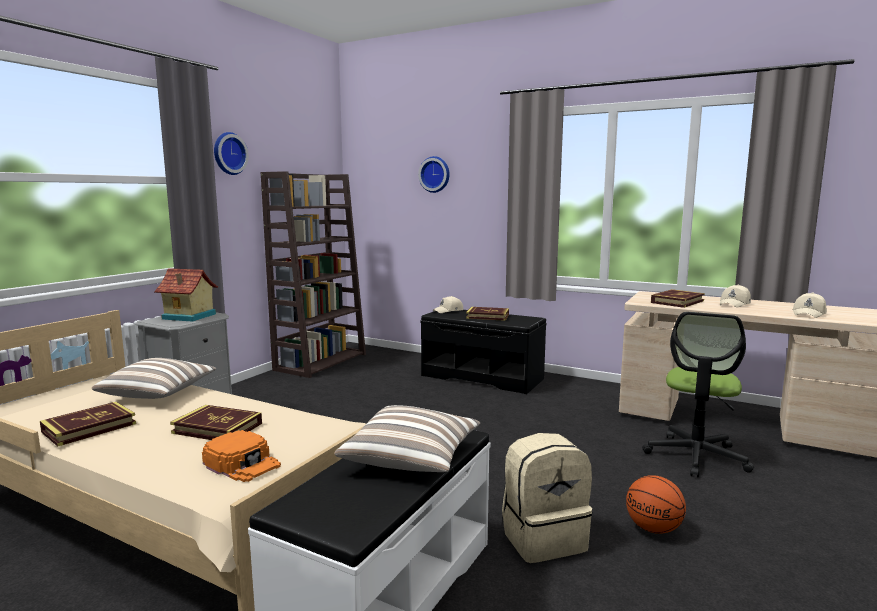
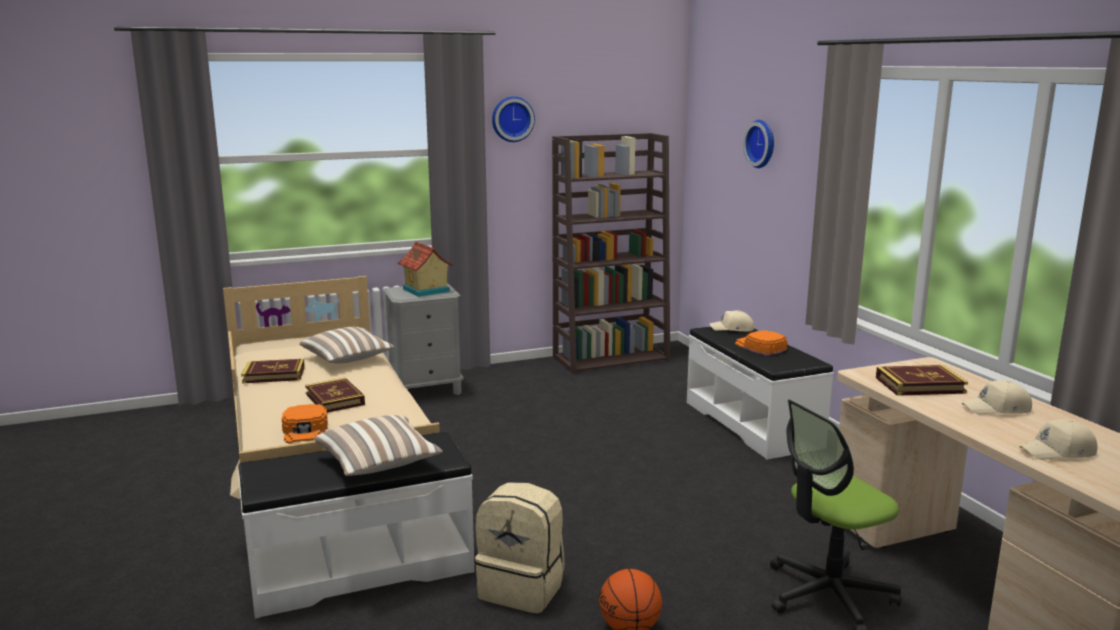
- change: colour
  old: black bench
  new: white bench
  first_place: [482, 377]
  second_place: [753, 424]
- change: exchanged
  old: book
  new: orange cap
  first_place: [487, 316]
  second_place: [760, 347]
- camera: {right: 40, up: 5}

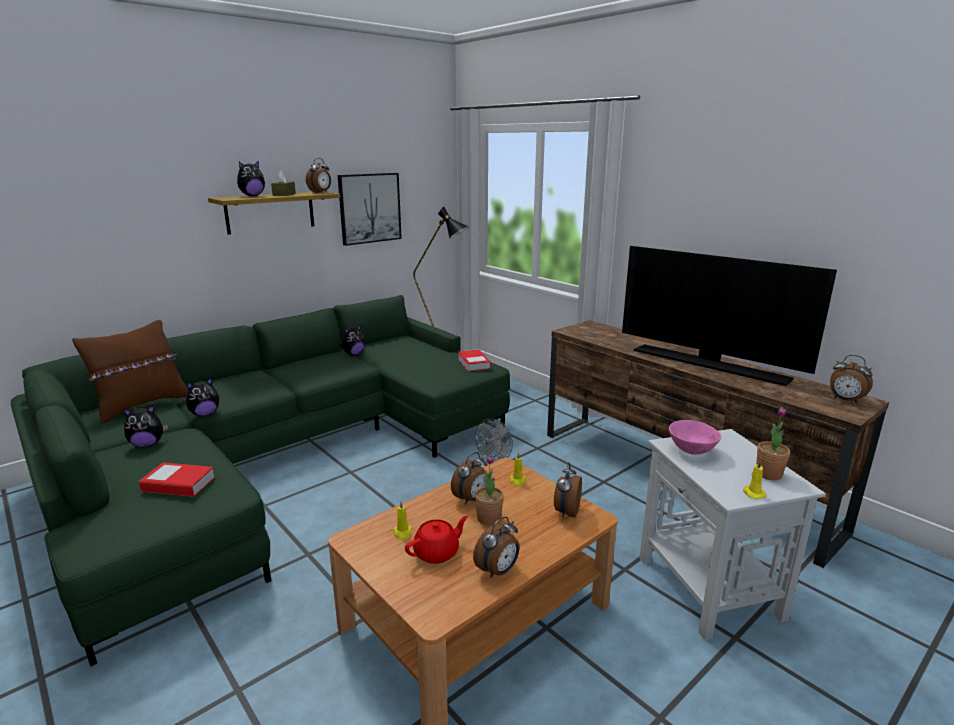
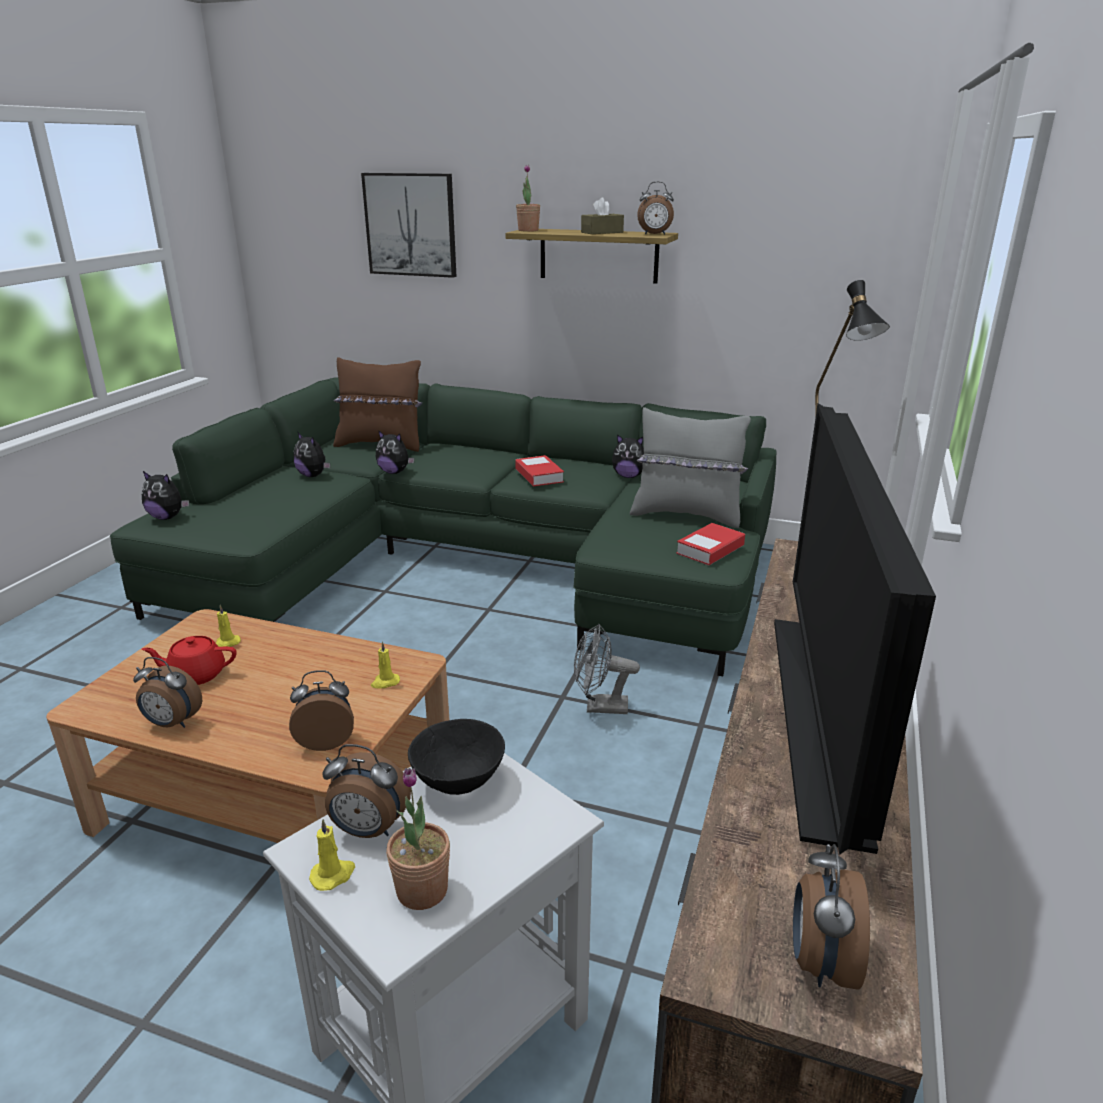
- change: relocated
  old: plush toy
  first_place: [252, 196]
  second_place: [167, 517]
- change: spun
  old: red teapot
  first_place: [437, 552]
  second_place: [196, 675]
  degrees: 150
- change: relocated
  old: alarm clock
  first_place: [471, 499]
  second_place: [368, 830]
- change: relocated
  old: picture
  first_place: [369, 208]
  second_place: [411, 225]
- change: colour
  old: pink bowl
  new: black bowl
  first_place: [691, 451]
  second_place: [458, 781]
- change: relocated
  old: book
  first_place: [178, 484]
  second_place: [539, 475]
- change: relocated
  old: potted plant
  first_place: [489, 518]
  second_place: [528, 230]
- change: appeared
  new: grey pillow
  second_place: [686, 515]
- camera: {right: 60, up: 5}

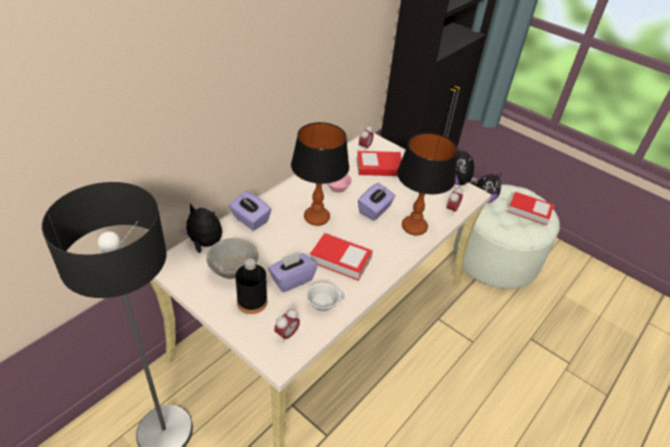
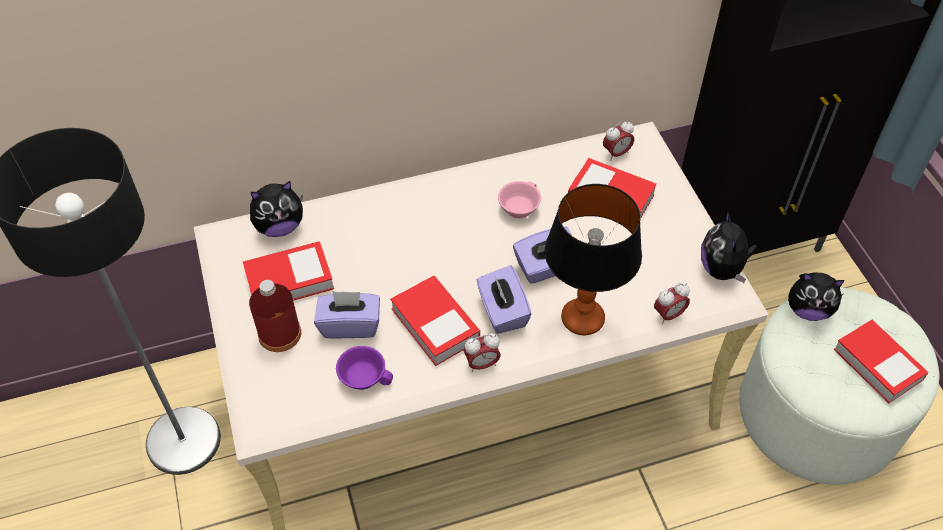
- change: exchanged
  old: grey bowl
  new: book
  first_place: [234, 270]
  second_place: [289, 280]
- change: colour
  old: black bottle
  new: red bottle
  first_place: [252, 302]
  second_place: [280, 334]
- change: spun
  old: plush toy
  first_place: [204, 244]
  second_place: [279, 227]
  degrees: 105
- change: colour
  old: white cup
  new: purple cup
  first_place: [323, 303]
  second_place: [364, 376]
- change: relocated
  old: alarm clock
  first_place: [287, 334]
  second_place: [482, 364]
- change: relocated
  old: purple tissue box
  first_place: [250, 219]
  second_place: [502, 312]
- change: missing
  old: table lamp
  first_place: [316, 218]
- camera: {right: 35, up: 10}

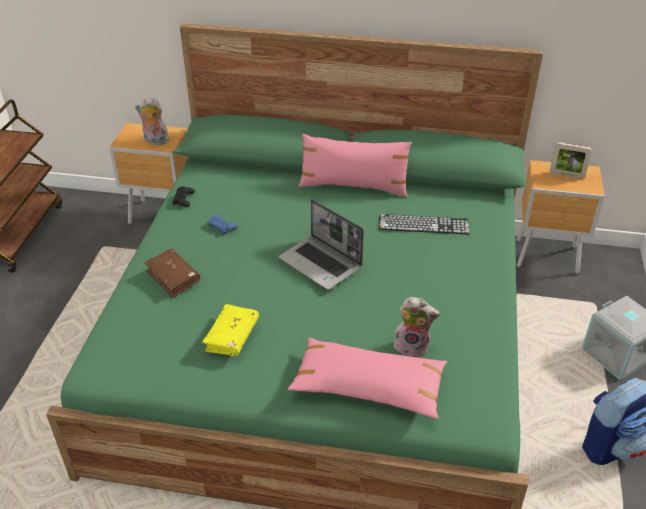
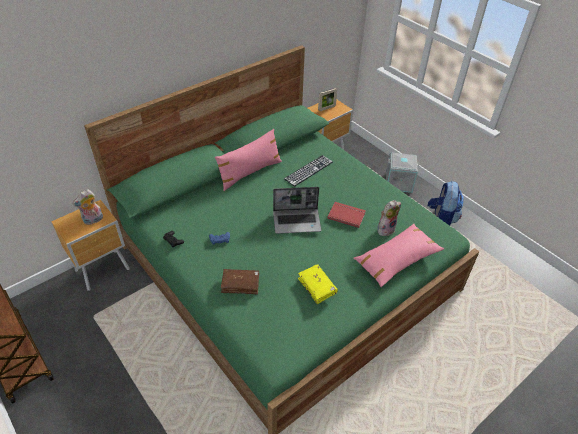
- change: appeared
  new: red book
  second_place: [346, 215]
- camera: {right: -50, up: 5}

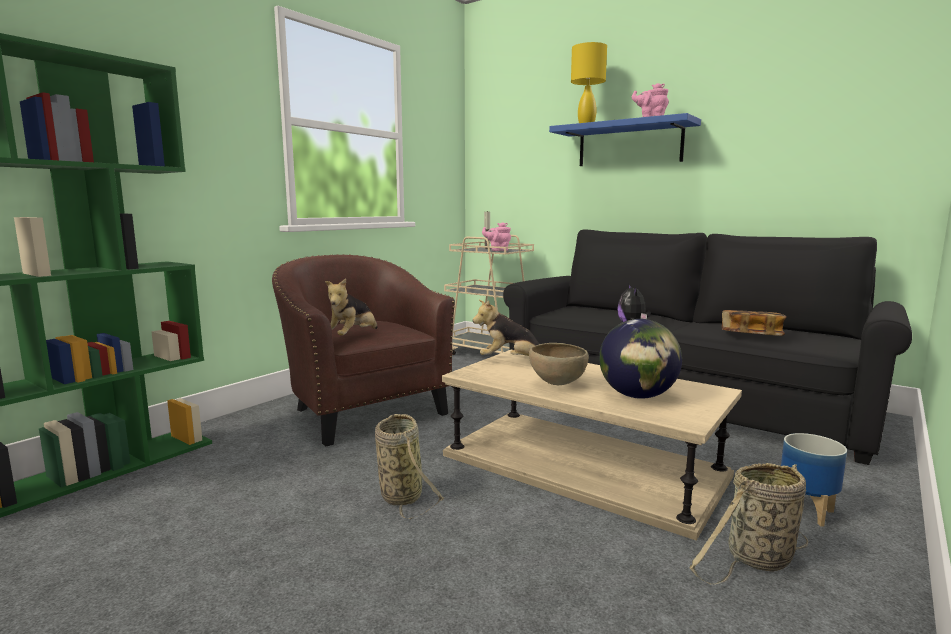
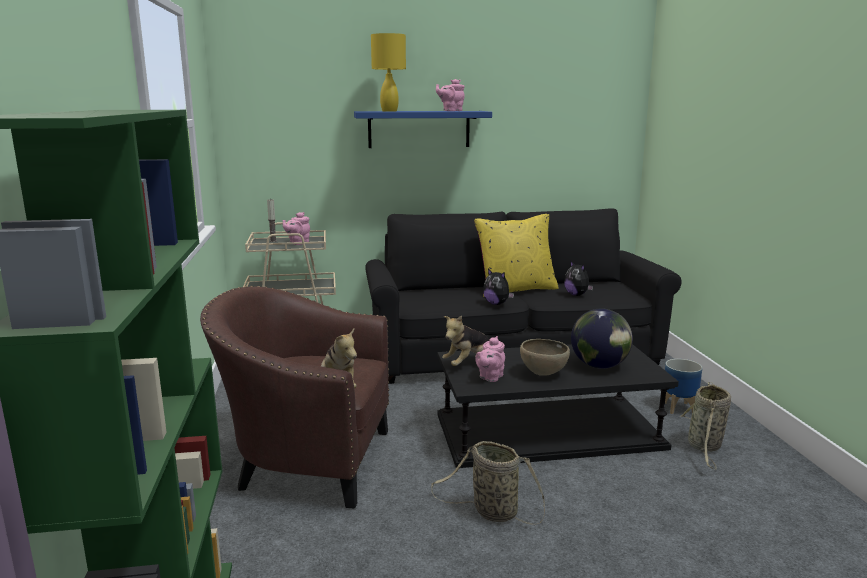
- change: colour
  old: beige coffee table
  new: black coffee table
  first_place: [583, 465]
  second_place: [548, 431]
- change: appeared
  new: yellow pillow
  second_place: [515, 289]
- change: appeared
  new: pink teapot
  second_place: [490, 377]
- change: exchanged
  old: book
  new: plush toy
  first_place: [750, 336]
  second_place: [577, 295]
- camera: {right: -45, up: 5}

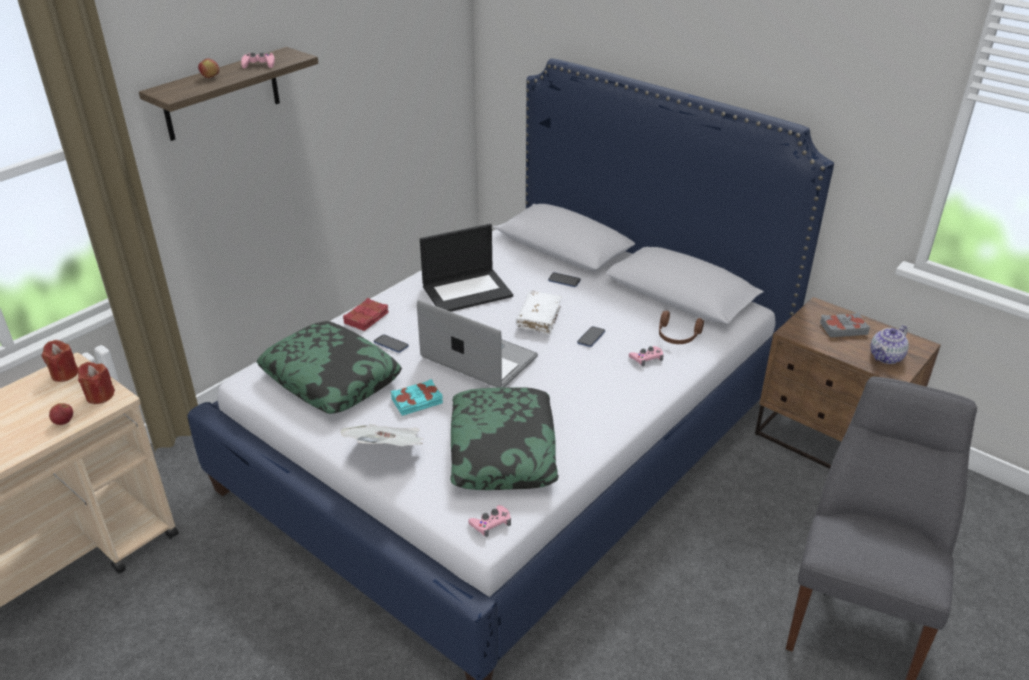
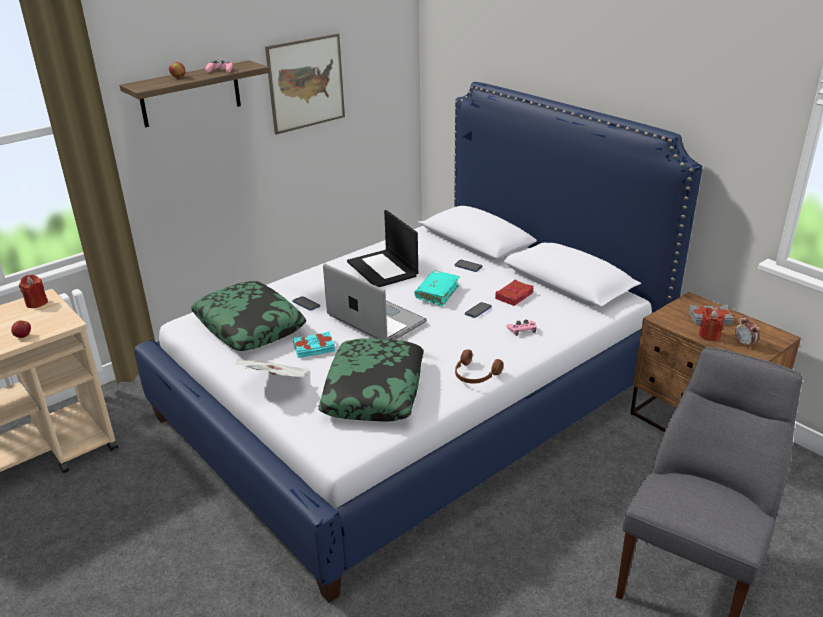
- change: appeared
  new: picture
  second_place: [306, 83]
- change: spun
  old: laptop
  first_place: [467, 290]
  second_place: [383, 269]
  degrees: 75
- change: colour
  old: white book
  new: turquoise book
  first_place: [539, 318]
  second_place: [437, 293]
- change: relocated
  old: brown headphones
  first_place: [677, 336]
  second_place: [475, 375]
- change: relocated
  old: red book
  first_place: [367, 318]
  second_place: [514, 296]
- change: relocated
  old: red candle
  first_place: [100, 395]
  second_place: [709, 335]
- change: exchanged
  old: teapot
  new: alarm clock
  first_place: [886, 357]
  second_place: [744, 344]
- change: missing
  old: pink game controller
  first_place: [491, 524]
- camera: {right: 10, up: -5}

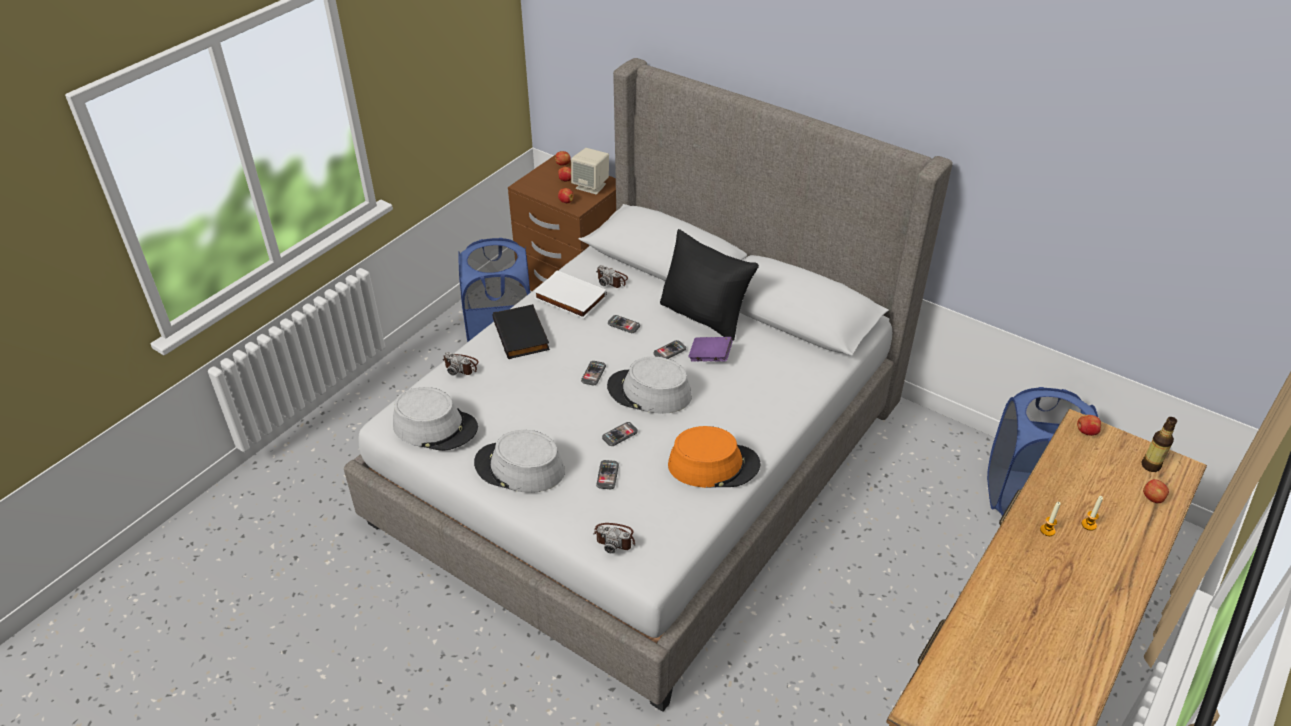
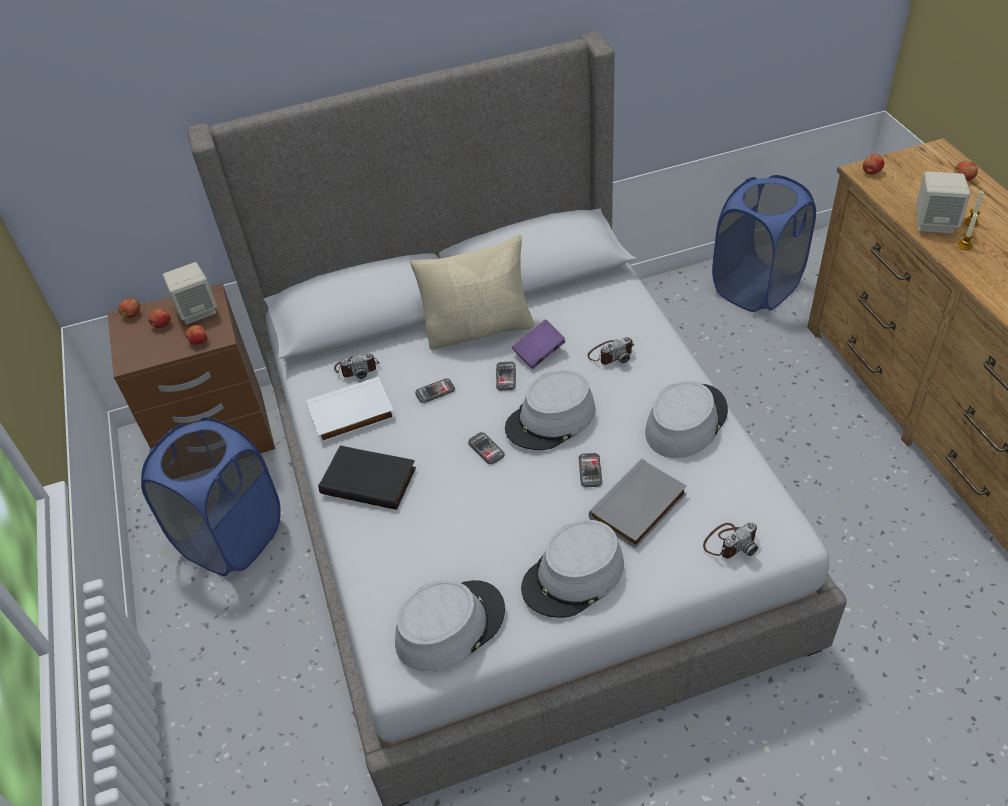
- change: colour
  old: black pillow
  new: beige pillow
  first_place: [704, 316]
  second_place: [479, 329]
- change: relocated
  old: photo camera
  first_place: [461, 366]
  second_place: [611, 354]
- change: exchanged
  old: phone
  new: grey book
  first_place: [607, 475]
  second_place: [639, 508]
- change: colour
  old: orange hat
  new: grey hat
  first_place: [713, 465]
  second_place: [685, 421]
- change: appeared
  new: beige speaker
  second_place: [934, 223]
- change: missing
  old: bottle
  first_place: [1150, 465]
- camera: {right: -50, up: 5}

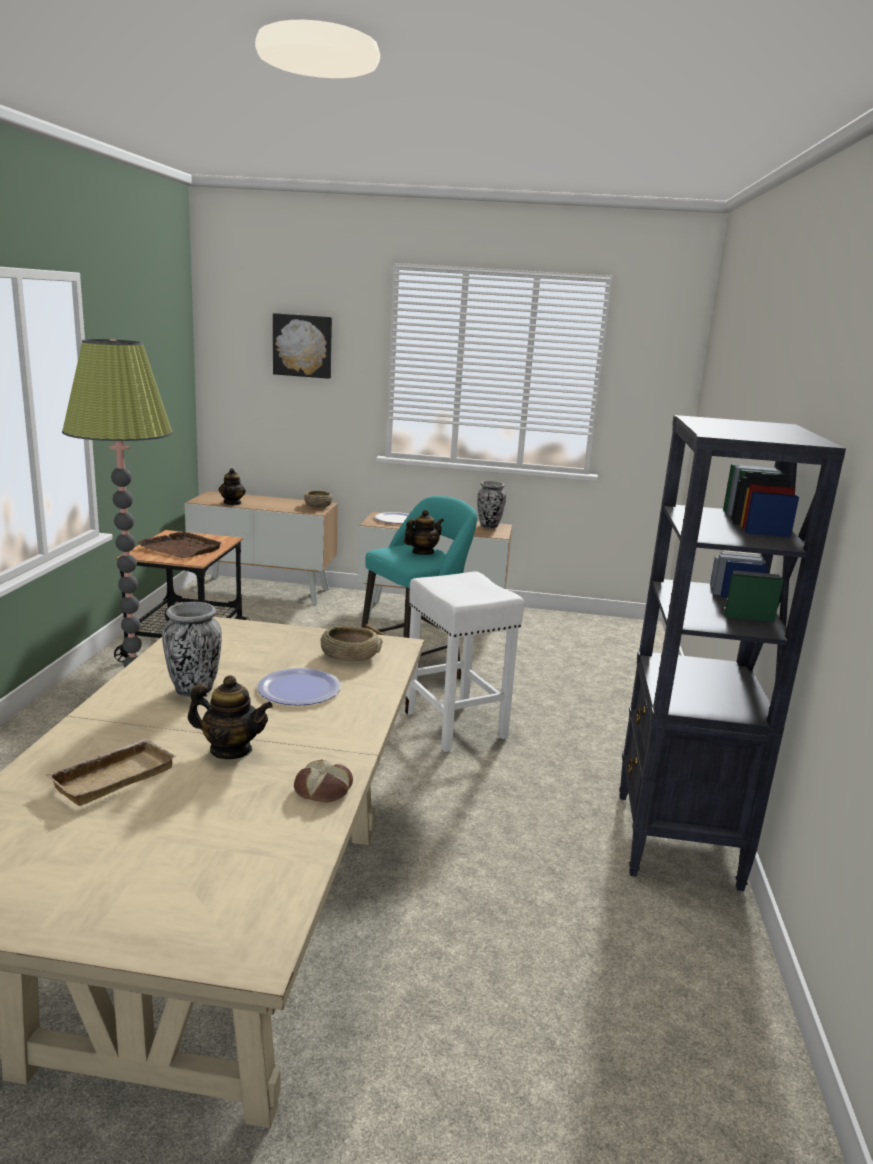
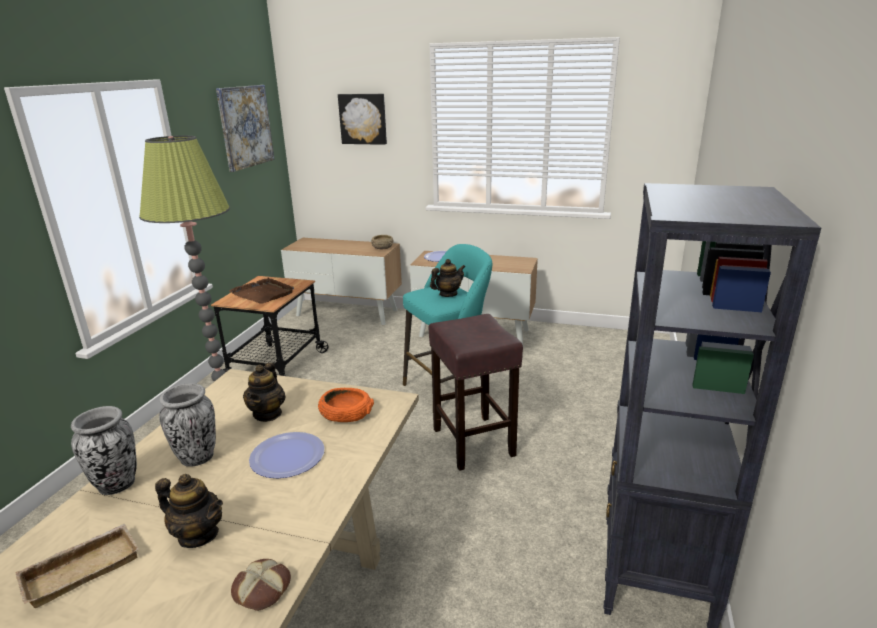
- change: relocated
  old: vase
  first_place: [489, 526]
  second_place: [117, 485]
- change: appeared
  new: picture
  second_place: [245, 126]
- change: relocated
  old: teapot
  first_place: [232, 503]
  second_place: [268, 414]
- change: colour
  old: beige bowl
  new: orange bowl
  first_place: [349, 655]
  second_place: [346, 415]
- change: colour
  old: white stool
  new: brown stool
  first_place: [456, 725]
  second_place: [474, 443]
- camera: {right: 10, up: 5}

